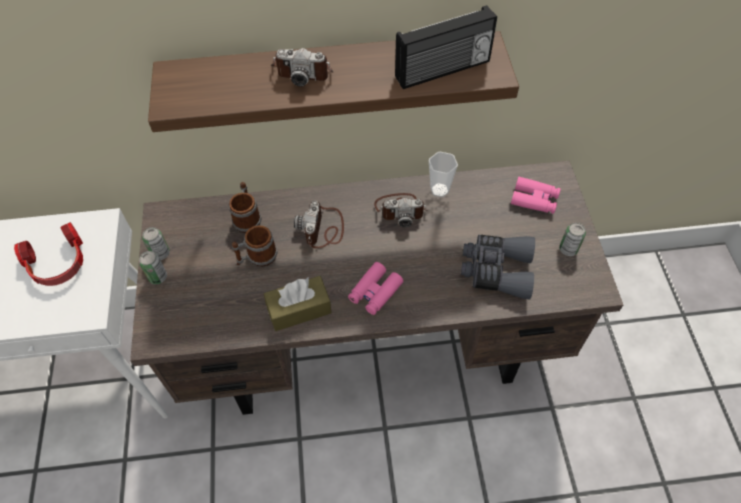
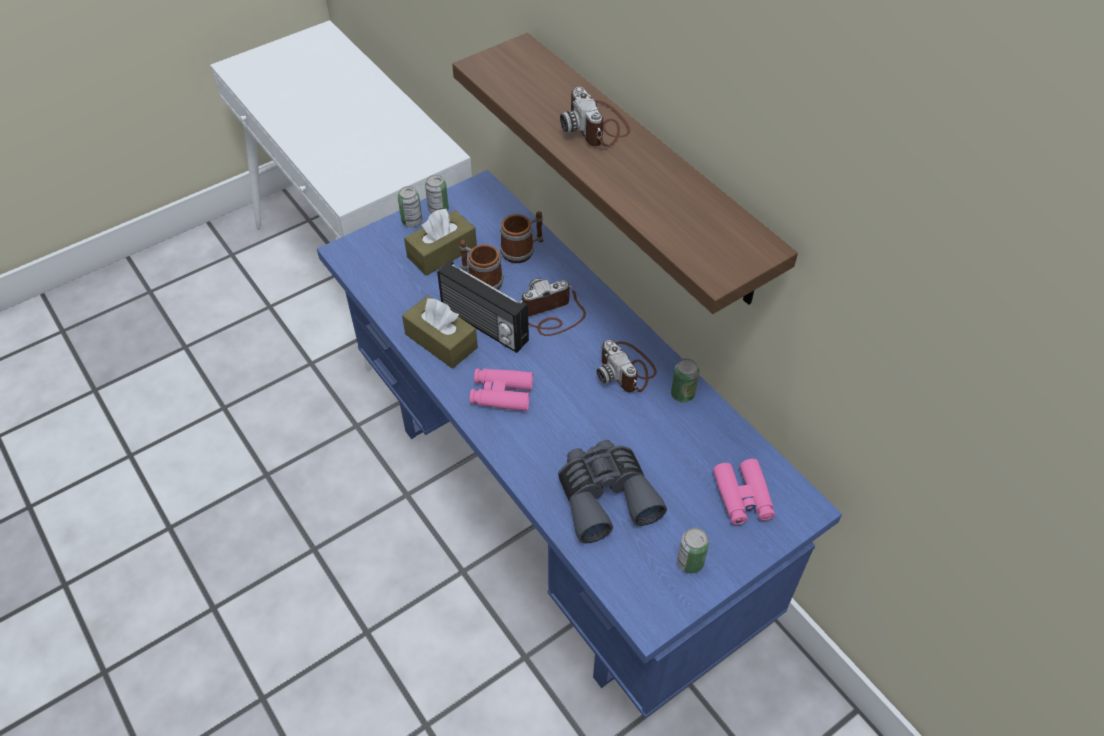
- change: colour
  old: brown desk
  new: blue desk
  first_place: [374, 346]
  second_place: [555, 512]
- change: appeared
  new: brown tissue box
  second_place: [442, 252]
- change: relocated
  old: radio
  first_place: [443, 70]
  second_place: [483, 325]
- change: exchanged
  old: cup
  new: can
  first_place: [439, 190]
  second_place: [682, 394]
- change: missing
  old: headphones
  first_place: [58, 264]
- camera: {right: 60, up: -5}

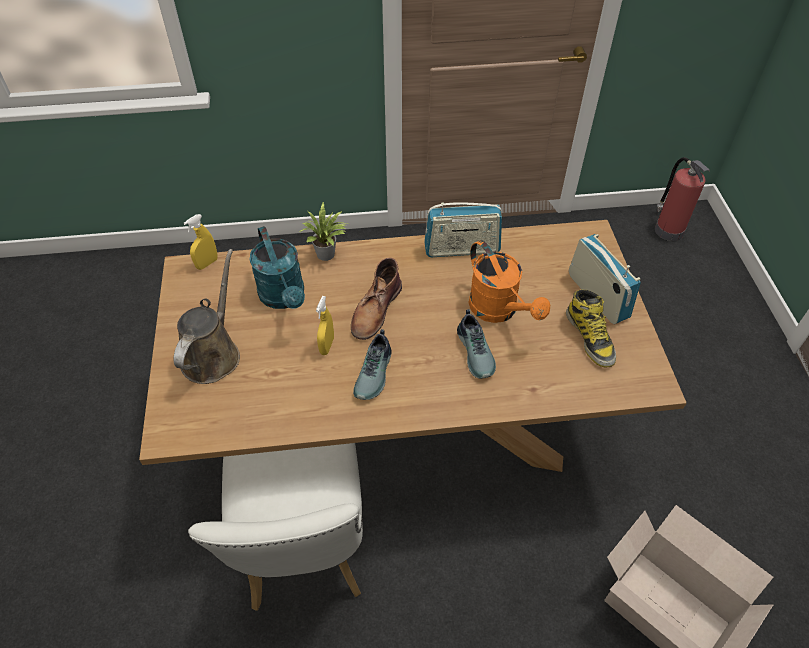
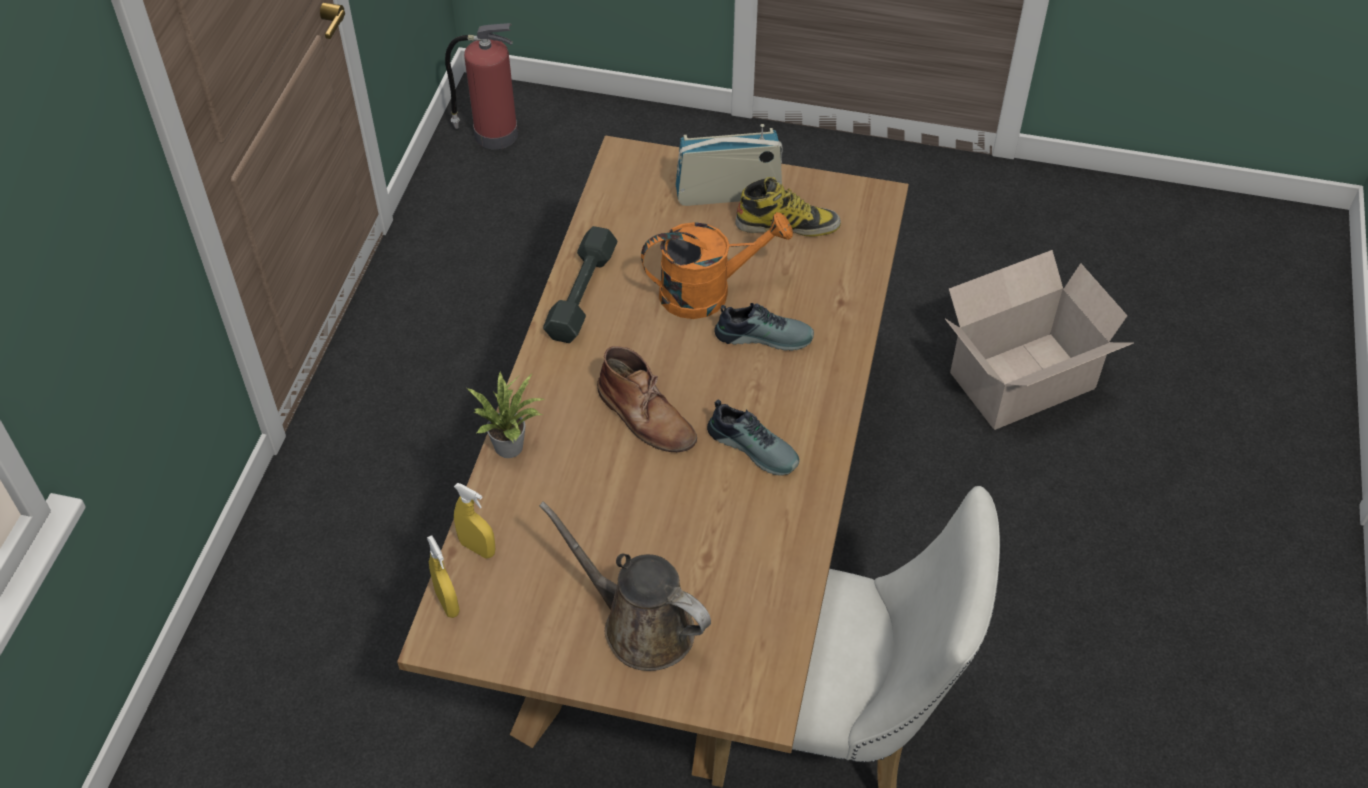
- change: relocated
  old: yellow spray bottle
  first_place: [327, 346]
  second_place: [477, 548]
- change: exchanged
  old: radio
  new: grey dumbbell
  first_place: [462, 249]
  second_place: [581, 293]
- change: missing
  old: turquoise watering can
  first_place: [284, 298]
- camera: {right: -70, up: 0}

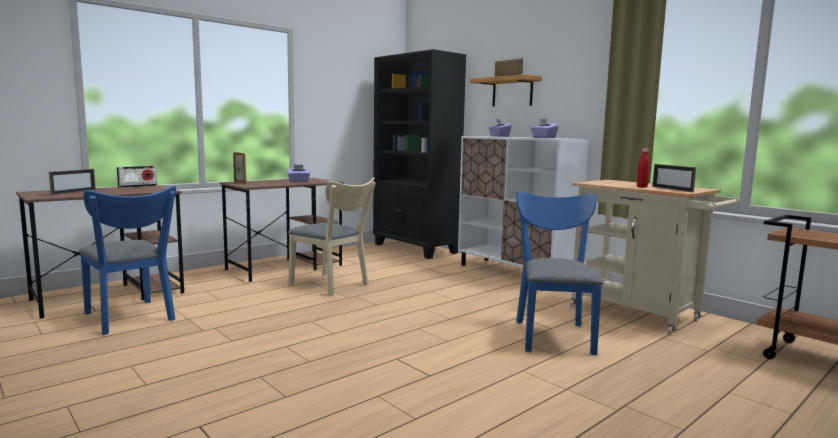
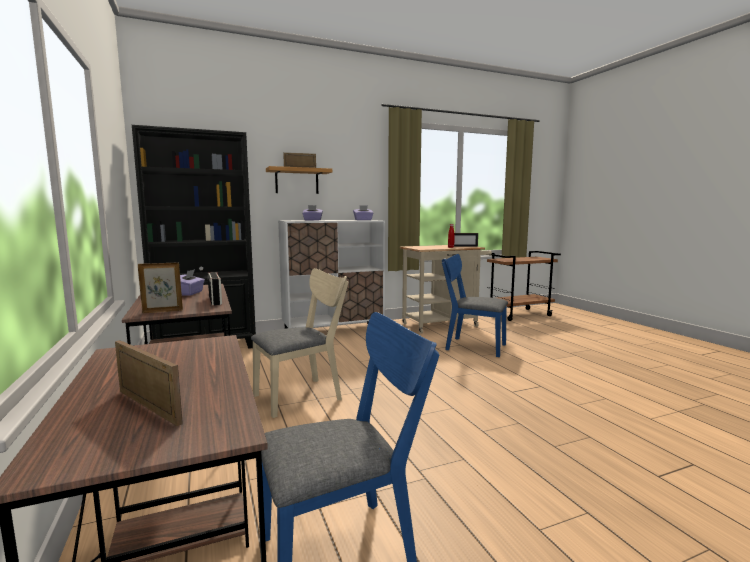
- change: relocated
  old: radio
  first_place: [137, 186]
  second_place: [215, 301]
- camera: {right: -70, up: 0}

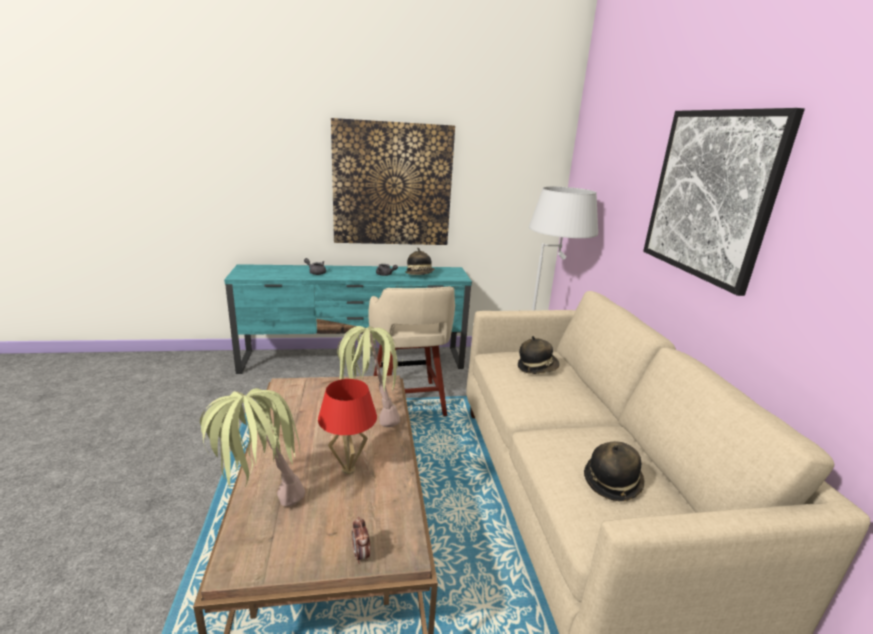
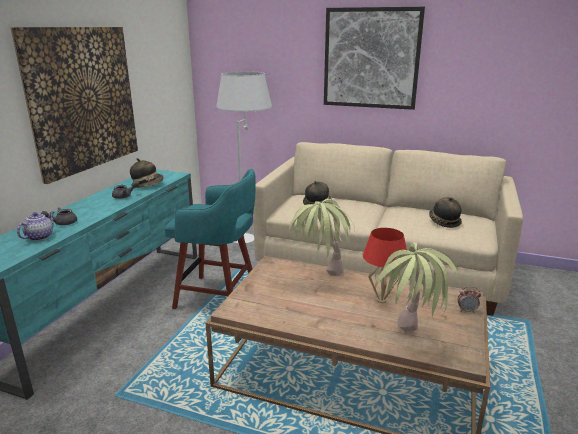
- change: appeared
  new: teapot
  second_place: [40, 236]
- change: colour
  old: beige stool
  new: turquoise stool
  first_place: [407, 402]
  second_place: [219, 297]
- camera: {right: -60, up: 0}

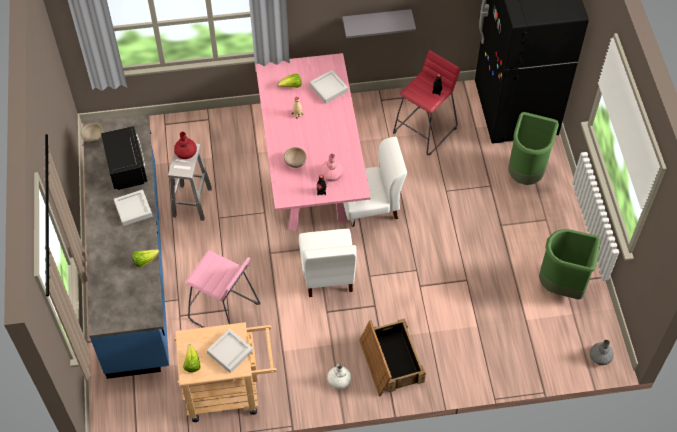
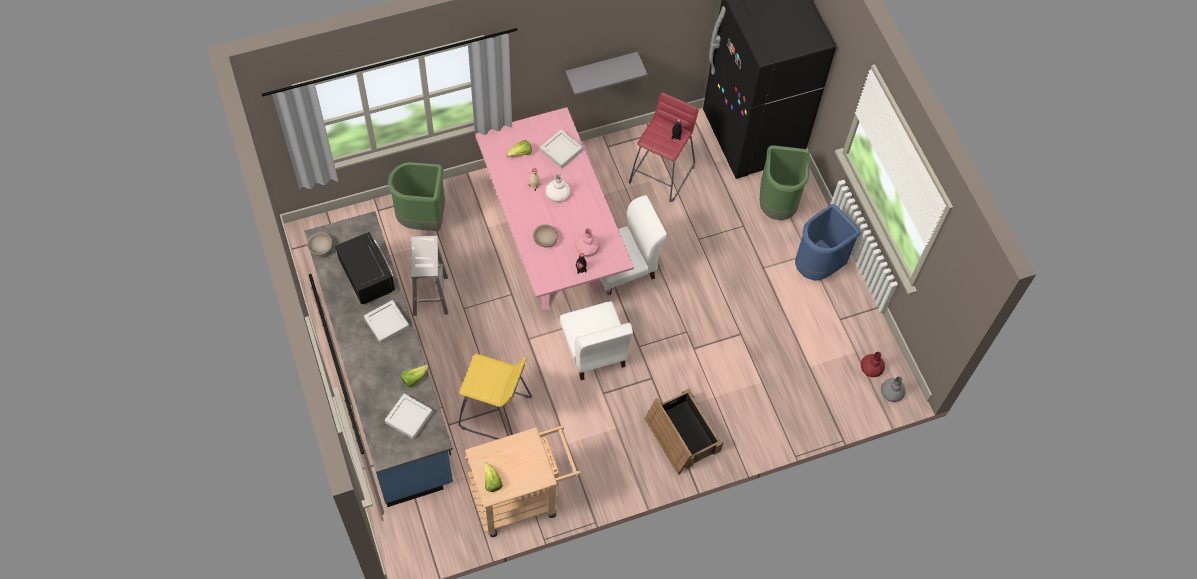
- change: relocated
  old: grey tray
  first_place: [230, 352]
  second_place: [409, 418]
- change: relocated
  old: green trash can
  first_place: [562, 286]
  second_place: [422, 220]
- change: colour
  old: pink stool
  new: yellow stool
  first_place: [224, 313]
  second_place: [496, 413]
- change: relocated
  old: white vase
  first_place: [339, 380]
  second_place: [558, 194]
- change: appeared
  new: blue trash can
  second_place: [817, 266]
- change: relocated
  old: red vase
  first_place: [186, 152]
  second_place: [871, 368]
- camera: {right: -15, up: 5}

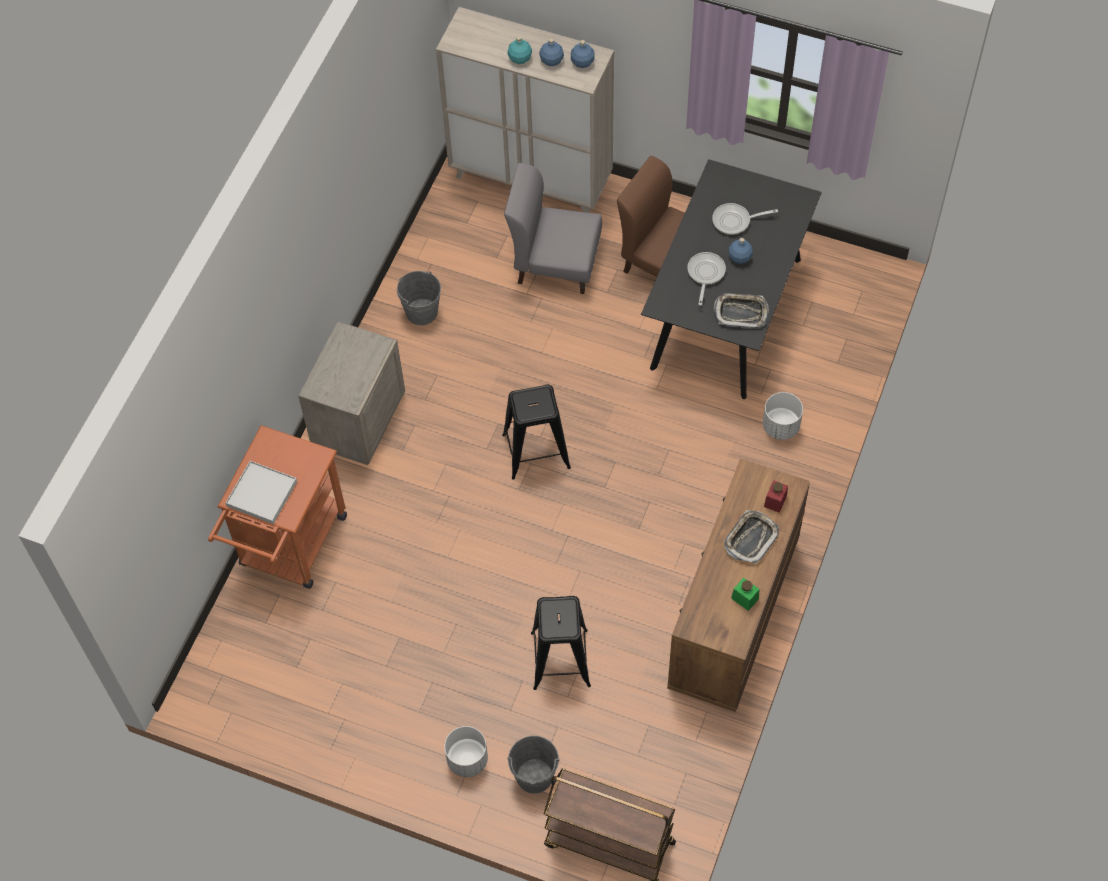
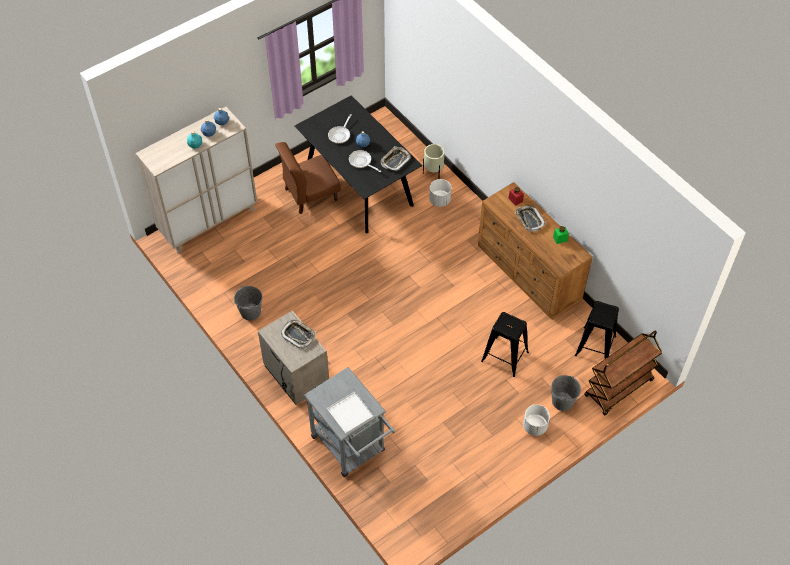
- change: appeared
  new: tray
  second_place: [298, 335]
- change: colour
  old: orange cart
  new: grey cart
  first_place: [289, 548]
  second_place: [352, 448]
- change: appeared
  new: beige planter
  second_place: [433, 173]
- change: relocated
  old: black stool
  first_place: [536, 451]
  second_place: [595, 346]
- change: missing
  old: grey chair
  first_place: [555, 263]
- camera: {right: -60, up: -5}

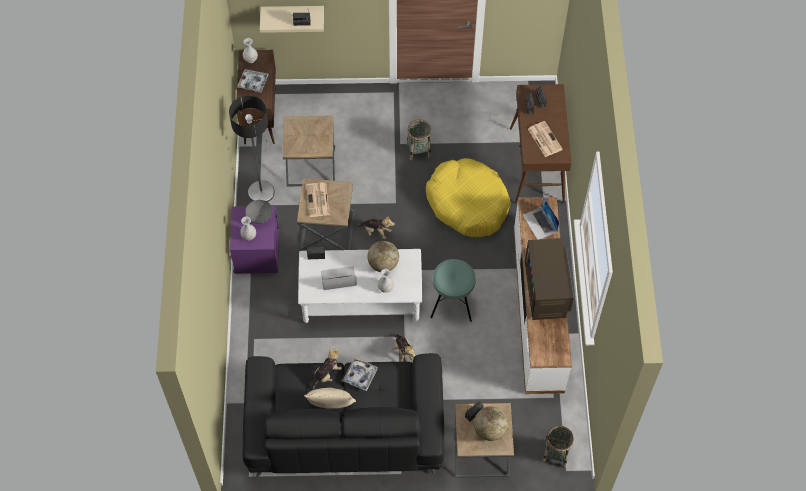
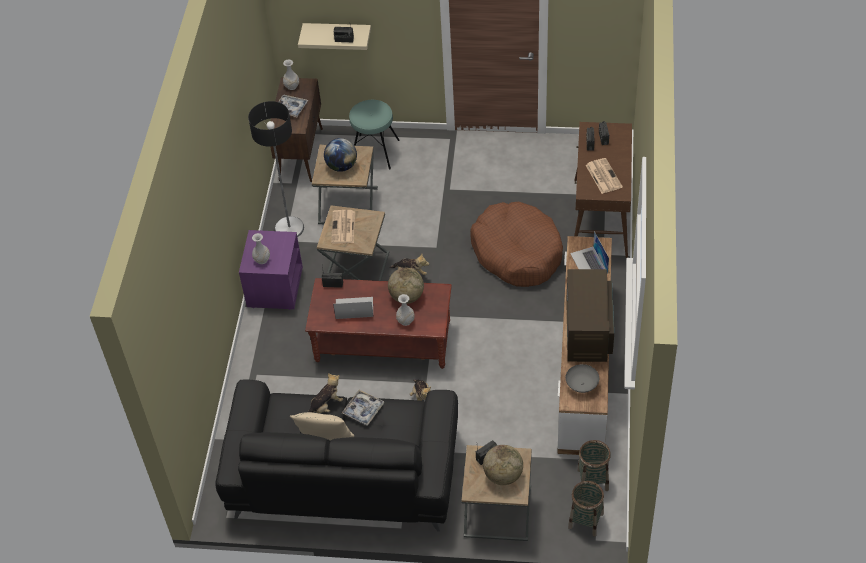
- change: colour
  old: white coffee table
  new: brown coffee table
  first_place: [361, 299]
  second_place: [382, 341]
- change: appeared
  new: globe
  second_place: [341, 166]
- change: relocated
  old: turquoise stool
  first_place: [452, 301]
  second_place: [374, 152]
- change: colour
  old: yellow dog bed
  new: brown dog bed
  first_place: [468, 203]
  second_place: [517, 252]
- change: relocated
  old: grey bowl
  first_place: [259, 216]
  second_place: [581, 384]
- change: relocated
  old: basket
  first_place: [418, 150]
  second_place: [593, 480]
- camera: {right: 10, up: -10}

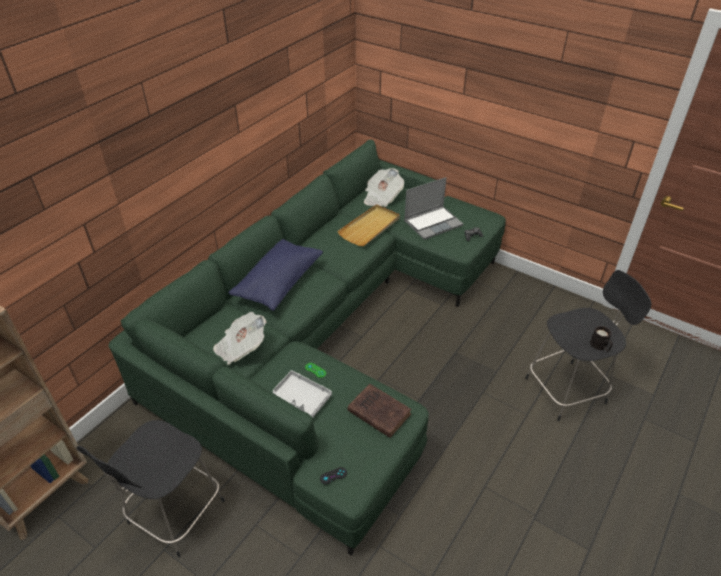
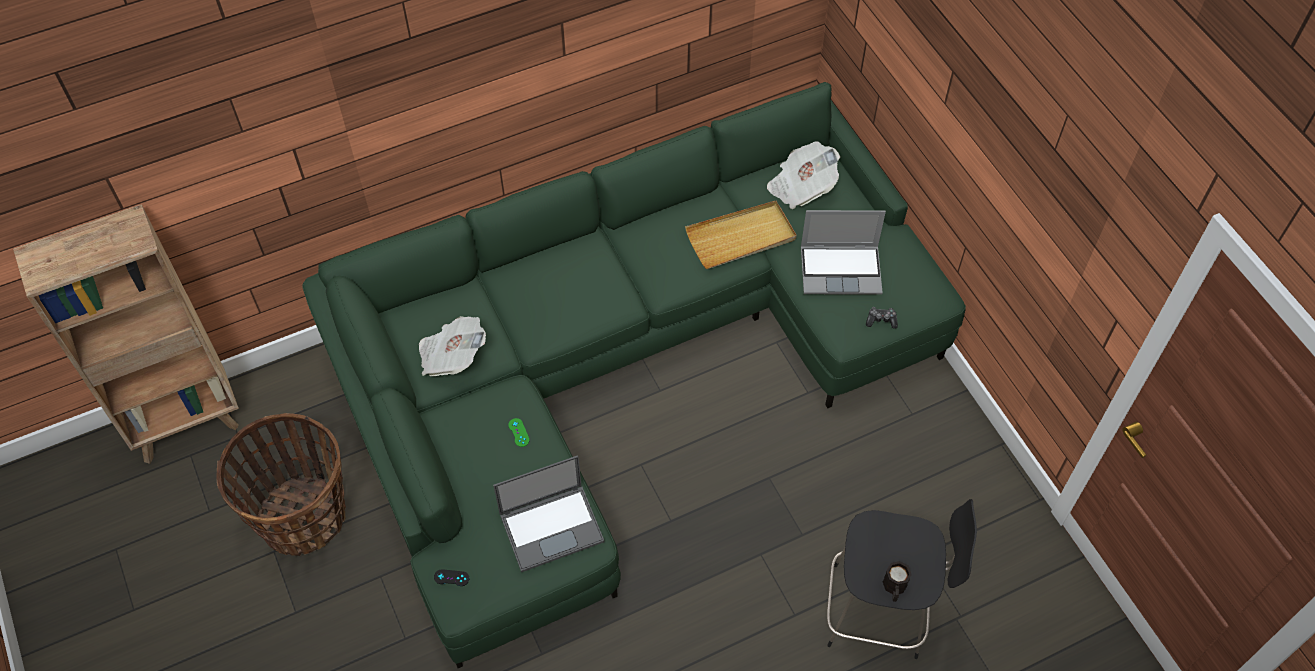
- change: exchanged
  old: black stool
  new: basket
  first_place: [174, 514]
  second_place: [303, 517]
- change: exchanged
  old: brown book
  new: laptop
  first_place: [377, 412]
  second_place: [552, 526]
- change: missing
  old: blue pillow
  first_place: [278, 282]
- change: missing
  old: grey tray
  first_place: [301, 400]
- camera: {right: 30, up: 15}

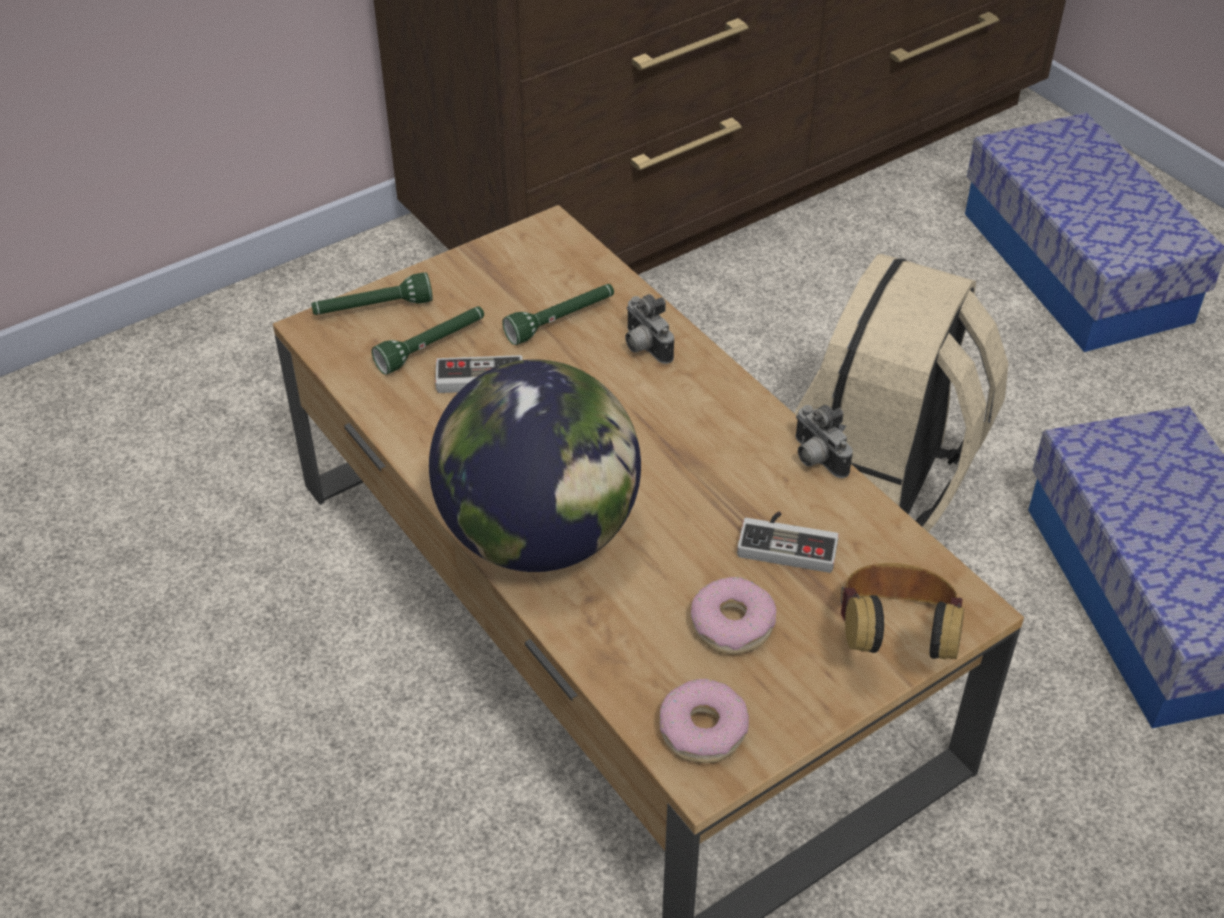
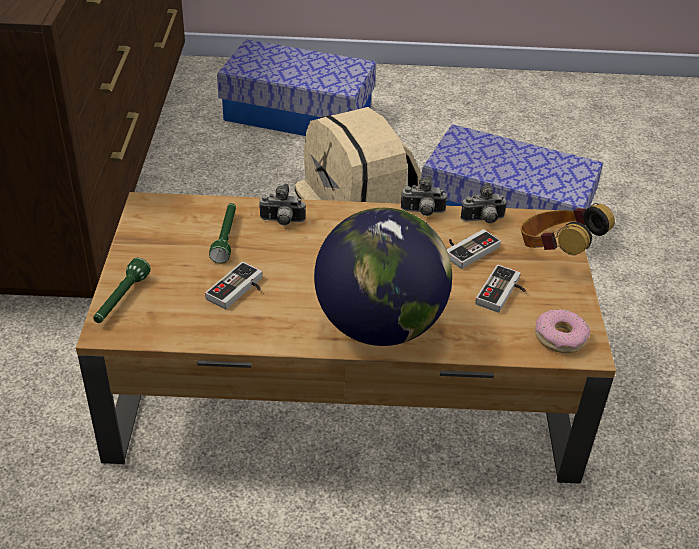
- change: appeared
  new: photo camera
  second_place: [483, 220]
- change: exchanged
  old: donut
  new: game controller
  first_place: [732, 624]
  second_place: [503, 293]
- change: missing
  old: green flashlight
  first_place: [432, 347]
- camera: {right: -55, up: -5}

